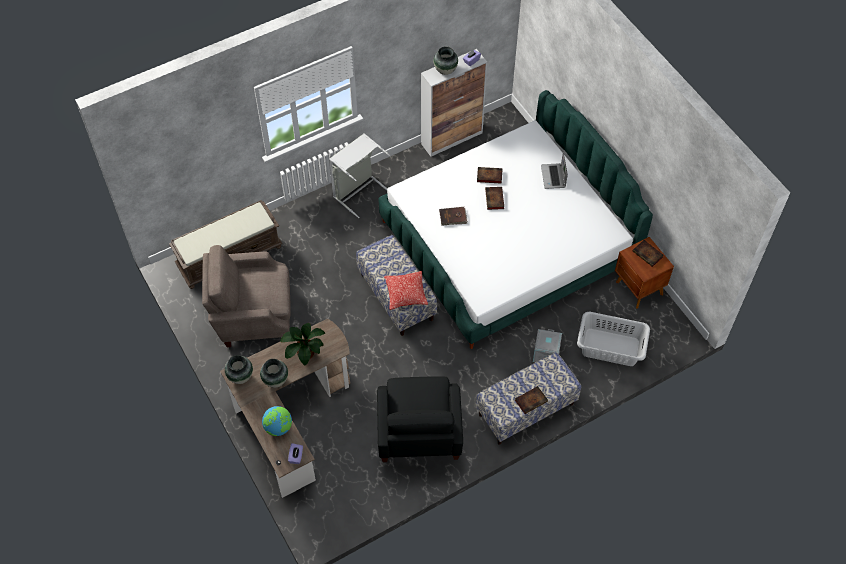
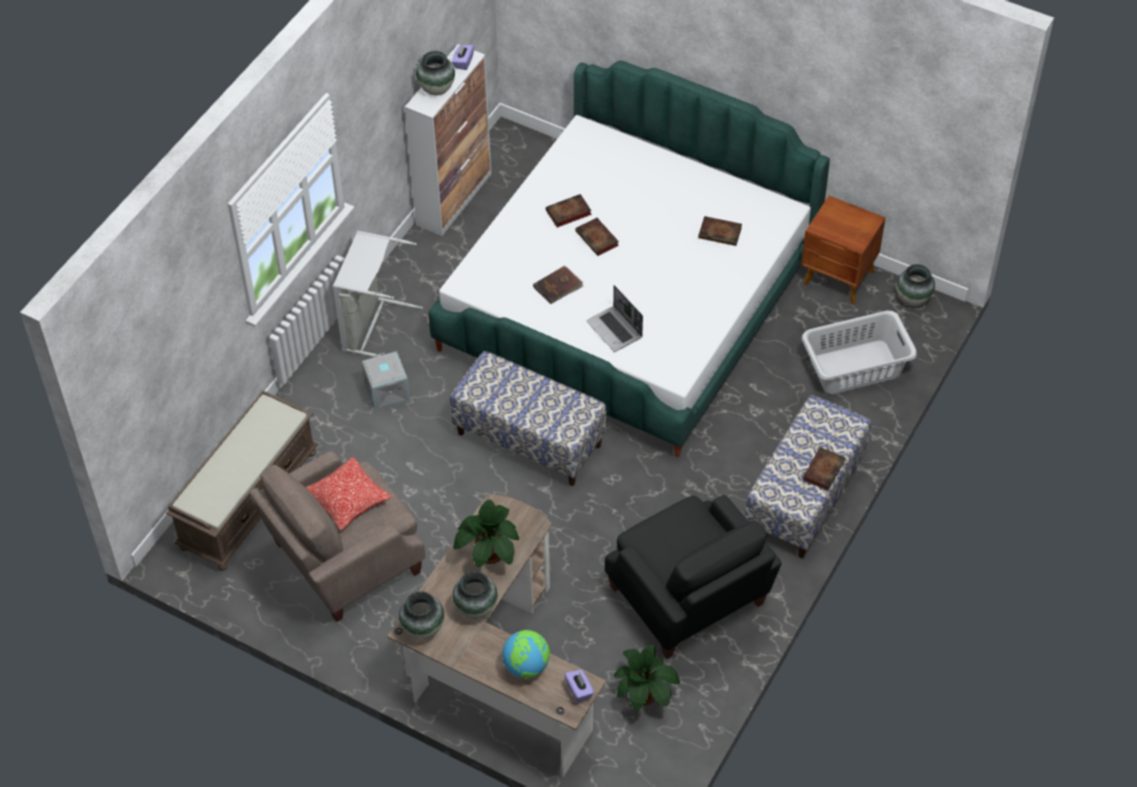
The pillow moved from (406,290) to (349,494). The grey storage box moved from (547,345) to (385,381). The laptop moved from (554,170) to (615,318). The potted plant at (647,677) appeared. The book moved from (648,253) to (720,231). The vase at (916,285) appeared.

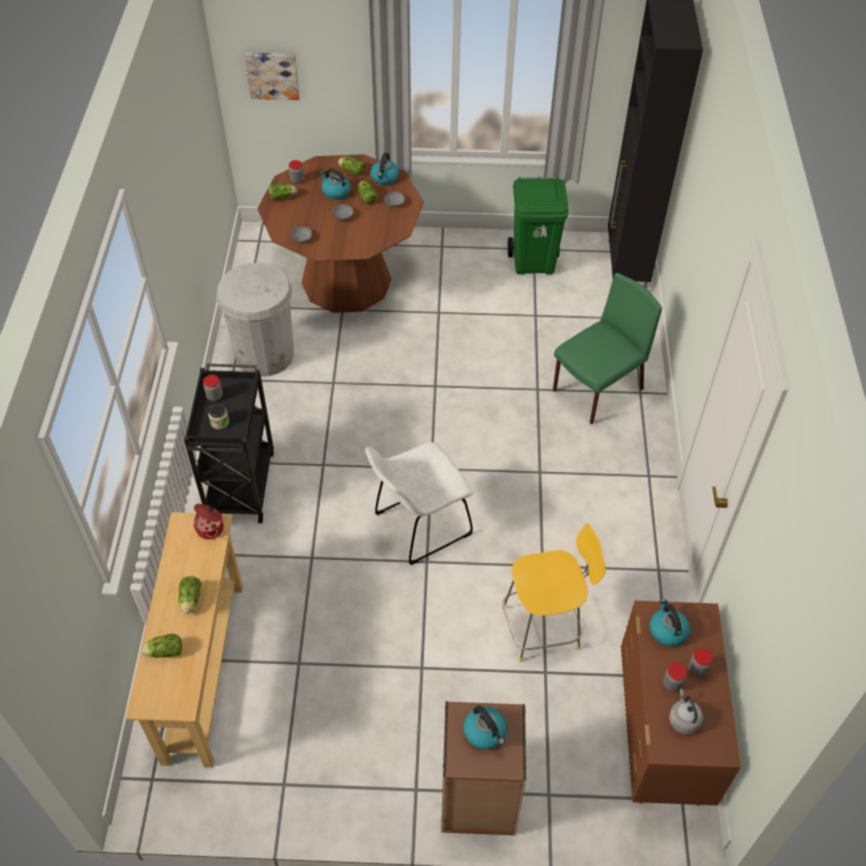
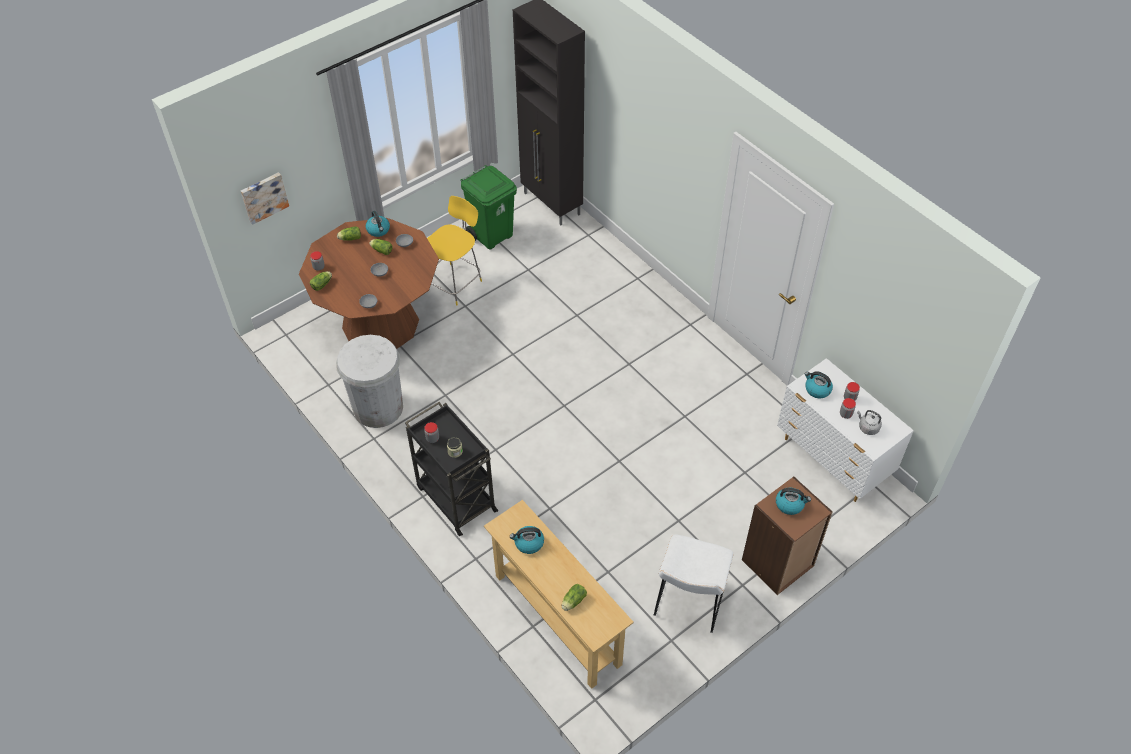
The yellow chair moved from (554,592) to (454,250). The kettle moved from (335,184) to (527,540). The white chair moved from (419,503) to (693,583). The brown dresser at (681,703) became the white dresser at (845,430). The lettuce at (189,595) disappeared. The cooking pot at (208,521) disappeared. The green chair at (607,348) disappeared.

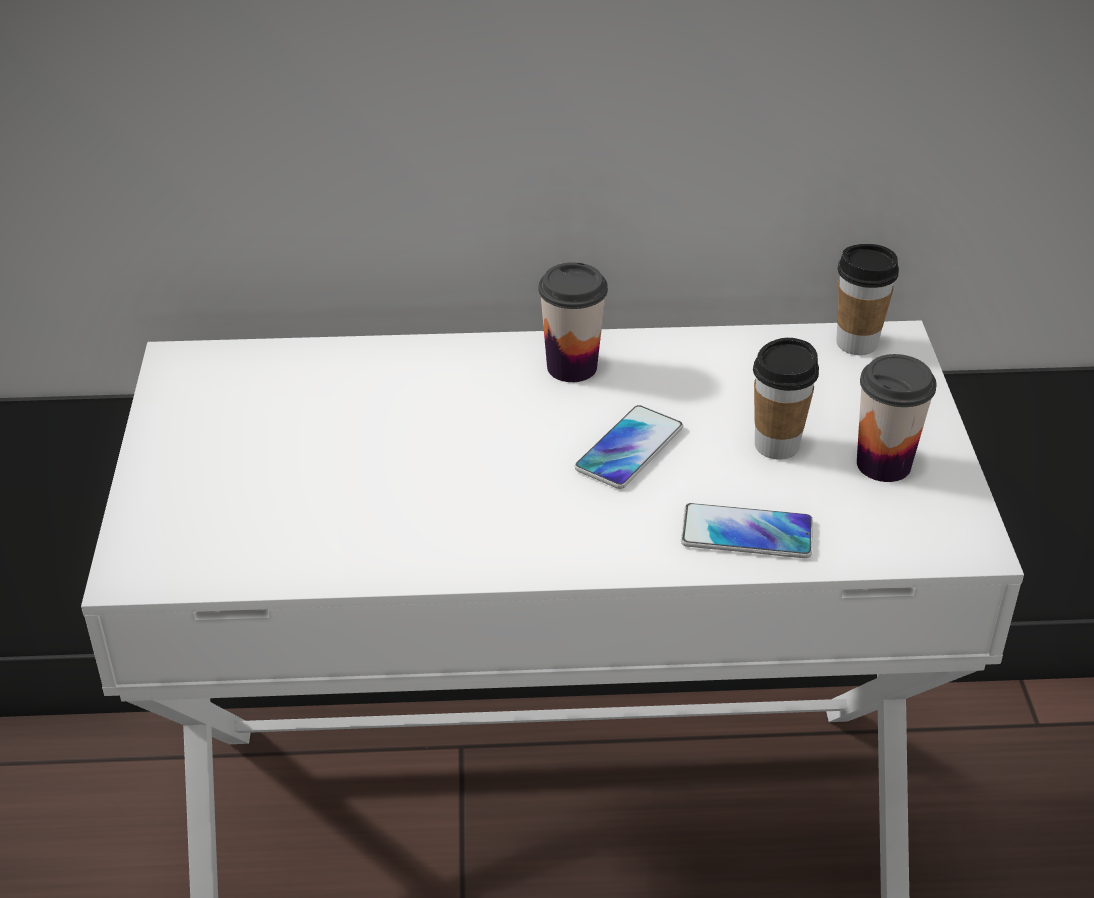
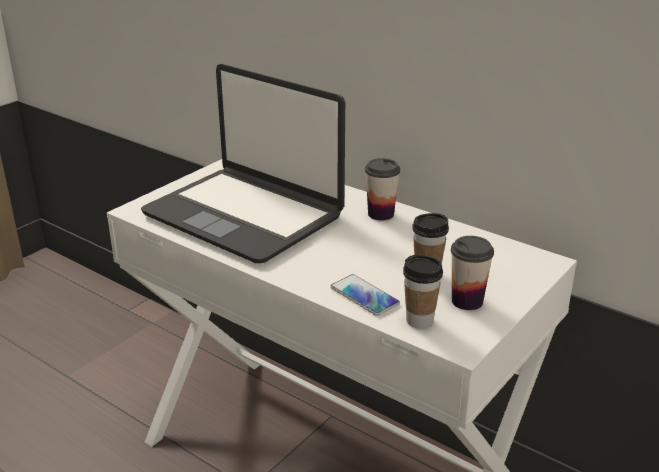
The laptop at (243,163) appeared. The cup moved from (867,299) to (423,292). The phone at (629,447) disappeared.

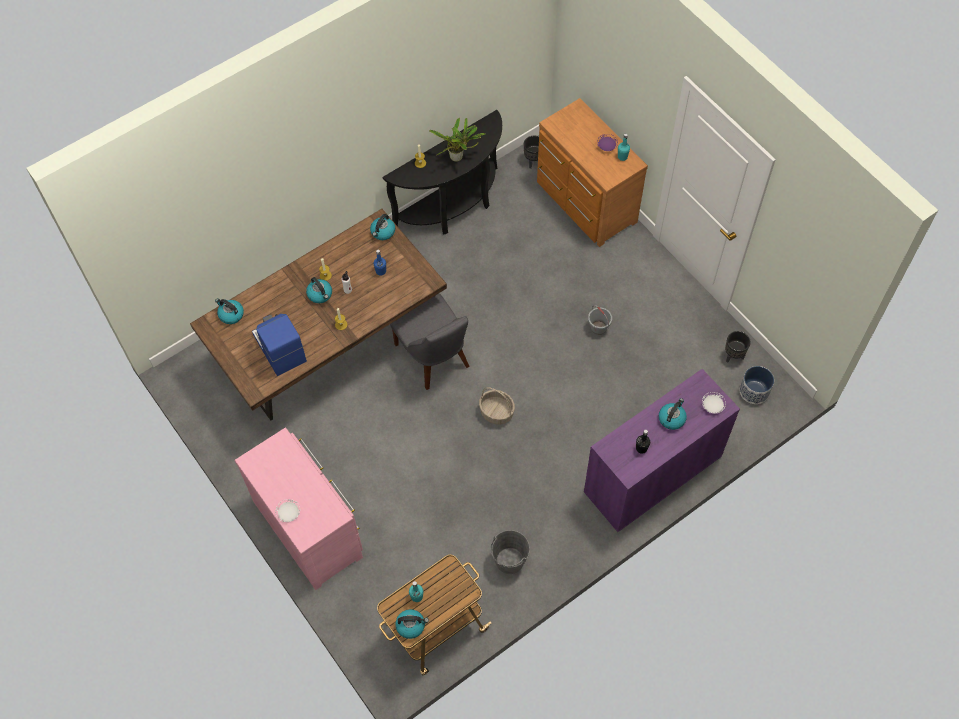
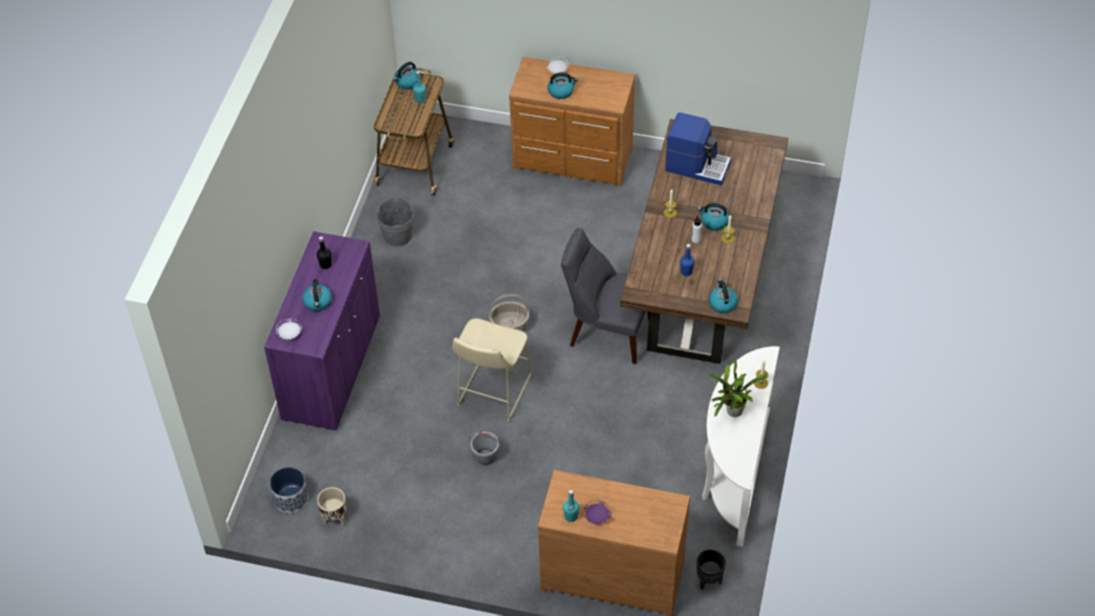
The black planter at (737,347) became the beige planter at (331,506). The beige stool at (492,369) appeared. The pink dresser at (298,509) became the brown dresser at (572,122). The kettle moved from (229,311) to (563,85). The black console table at (442,172) became the white console table at (741,446).

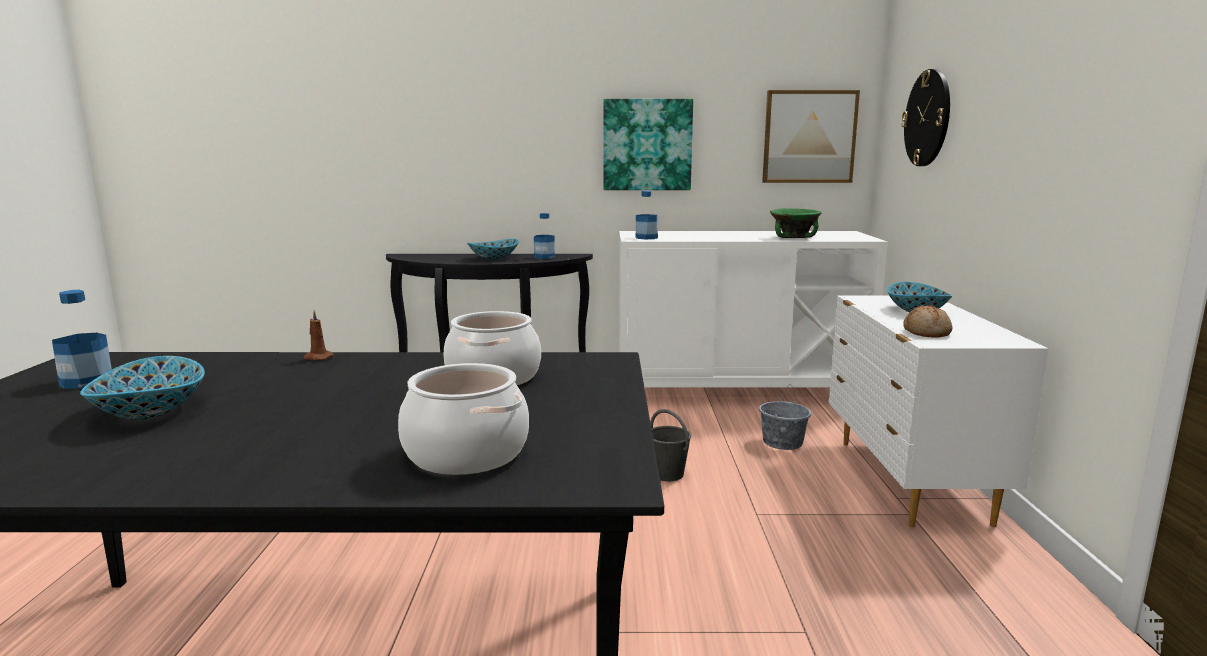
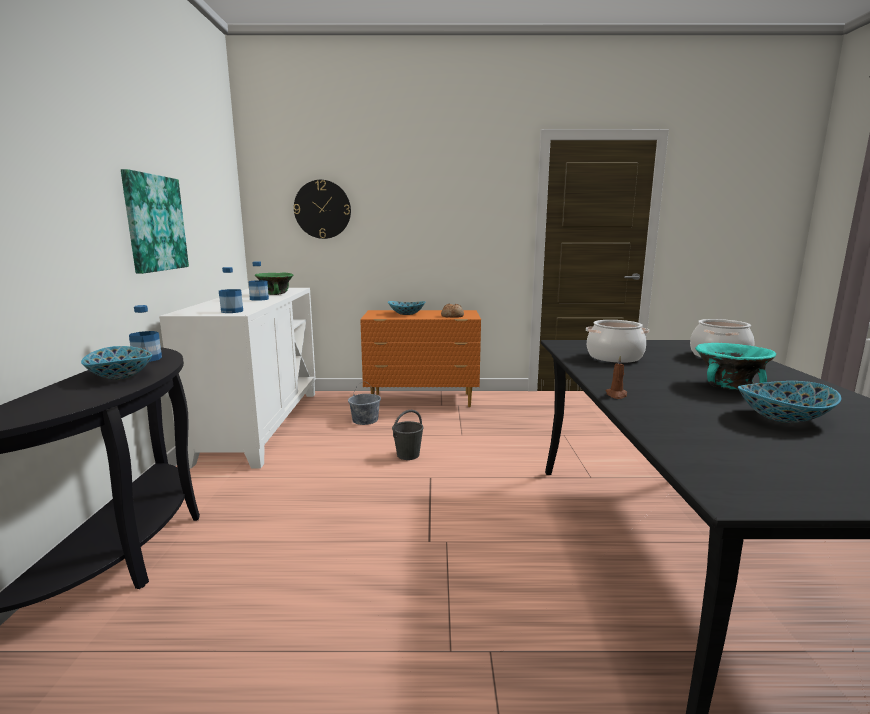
The bottle moved from (82,339) to (259,281). The white dresser at (938,411) became the orange dresser at (420,358). The turquoise bowl at (735,367) appeared. The picture at (811,136) disappeared.

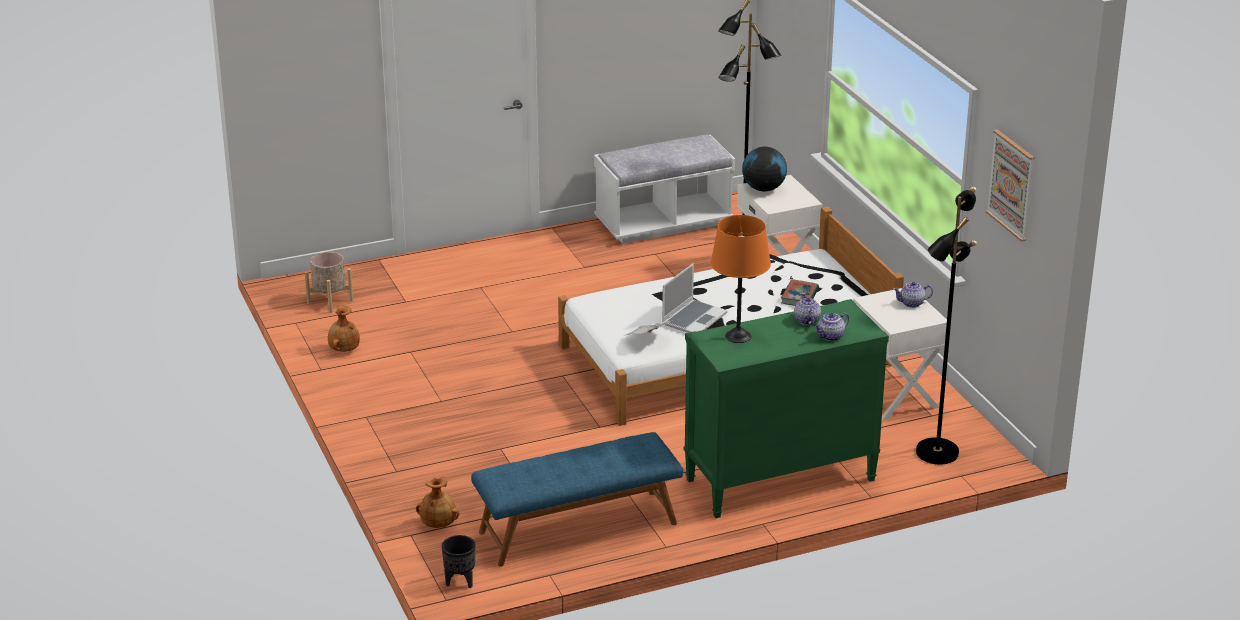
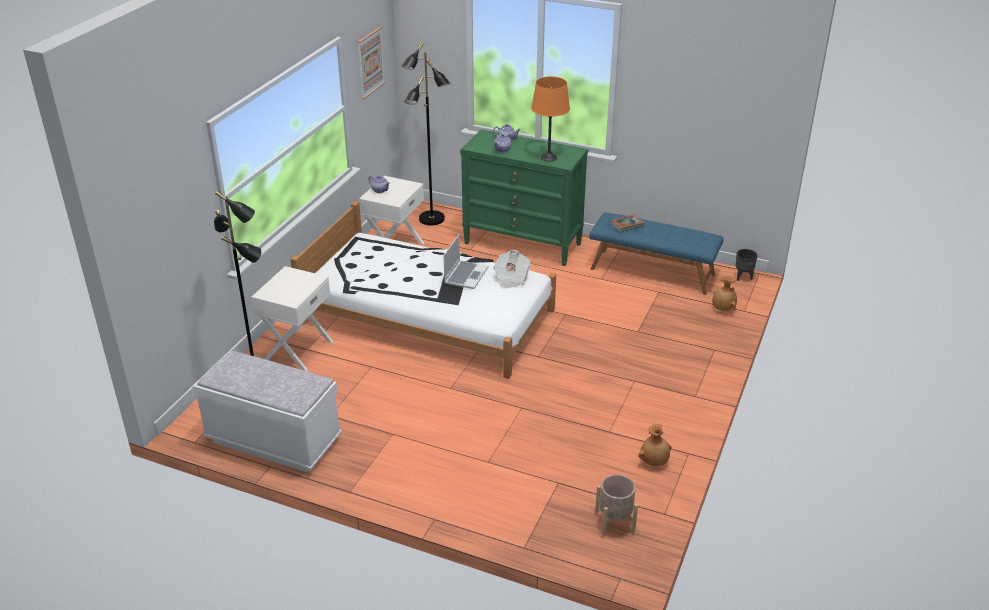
The laptop at (695,298) turned 120 degrees clockwise. The book moved from (800,292) to (627,223). The globe at (764,169) disappeared.

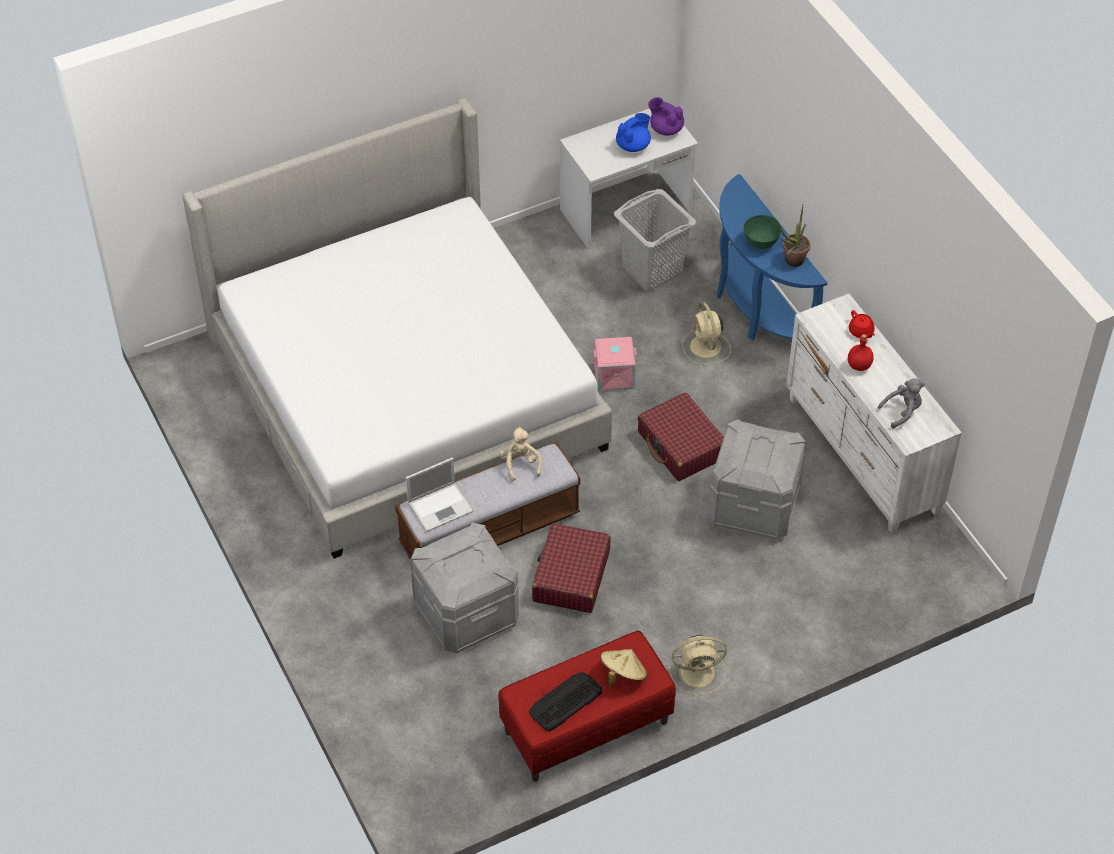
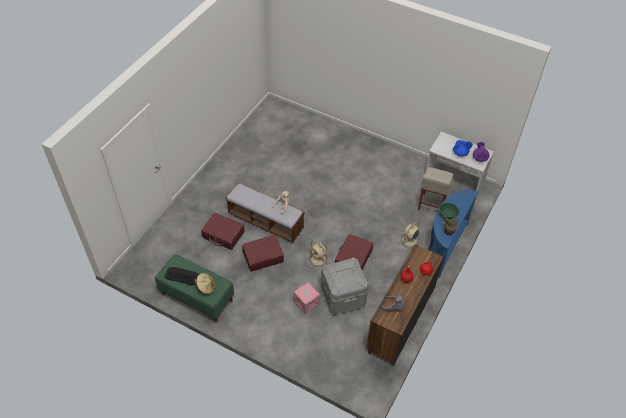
The red bench at (587,706) became the green bench at (194,288). The grey storage box at (464,588) was replaced by the red suitcase at (223,231). The pink storage box moved from (615,364) to (307,298). The beige fan moved from (697,665) to (319,254). The white dresser at (874,414) became the brown dresser at (404,305). The grey laundry basket at (655,240) was replaced by the beige stool at (435,188). The bed at (397,328) disappeared. The laptop at (439,495) disappeared.

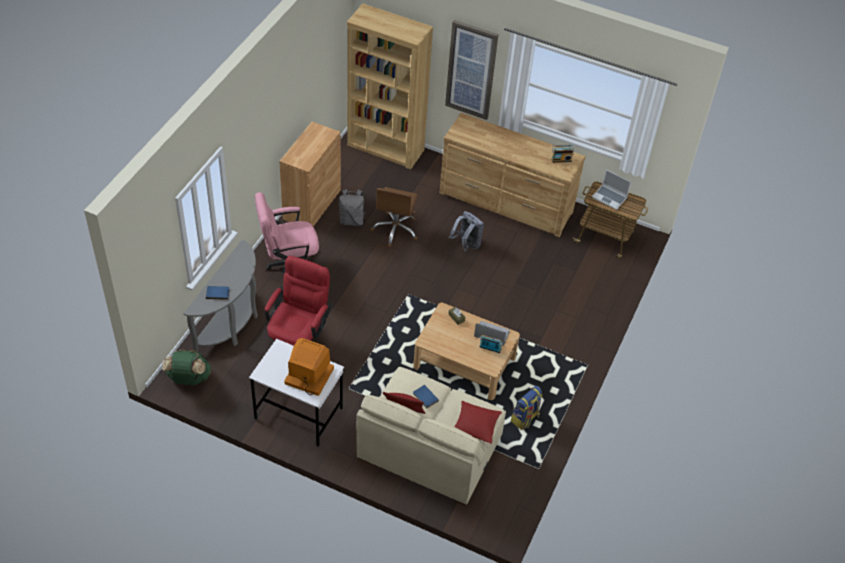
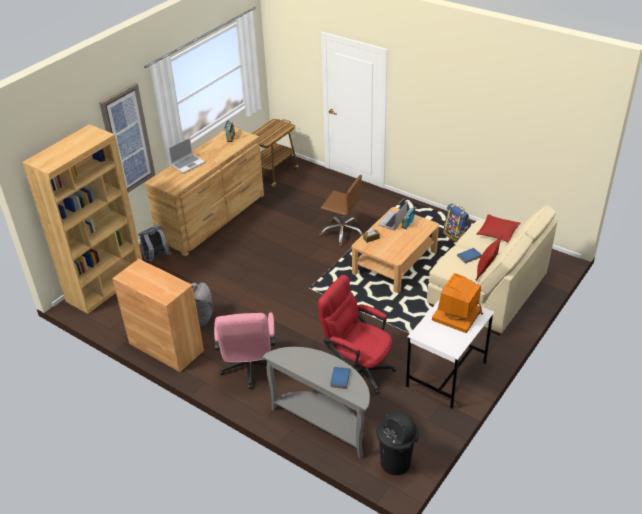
The grey backpack moved from (466,231) to (155,244). The laptop moved from (611,189) to (186,155). The brown office chair moved from (394,217) to (341,211). The green backpack at (186,367) was replaced by the black trash can at (397,443).

